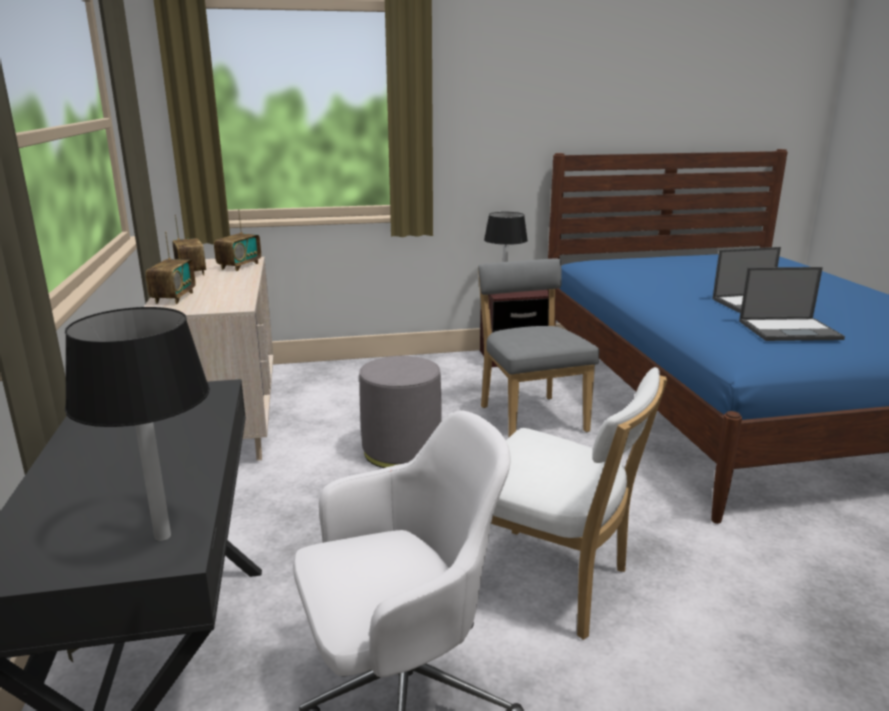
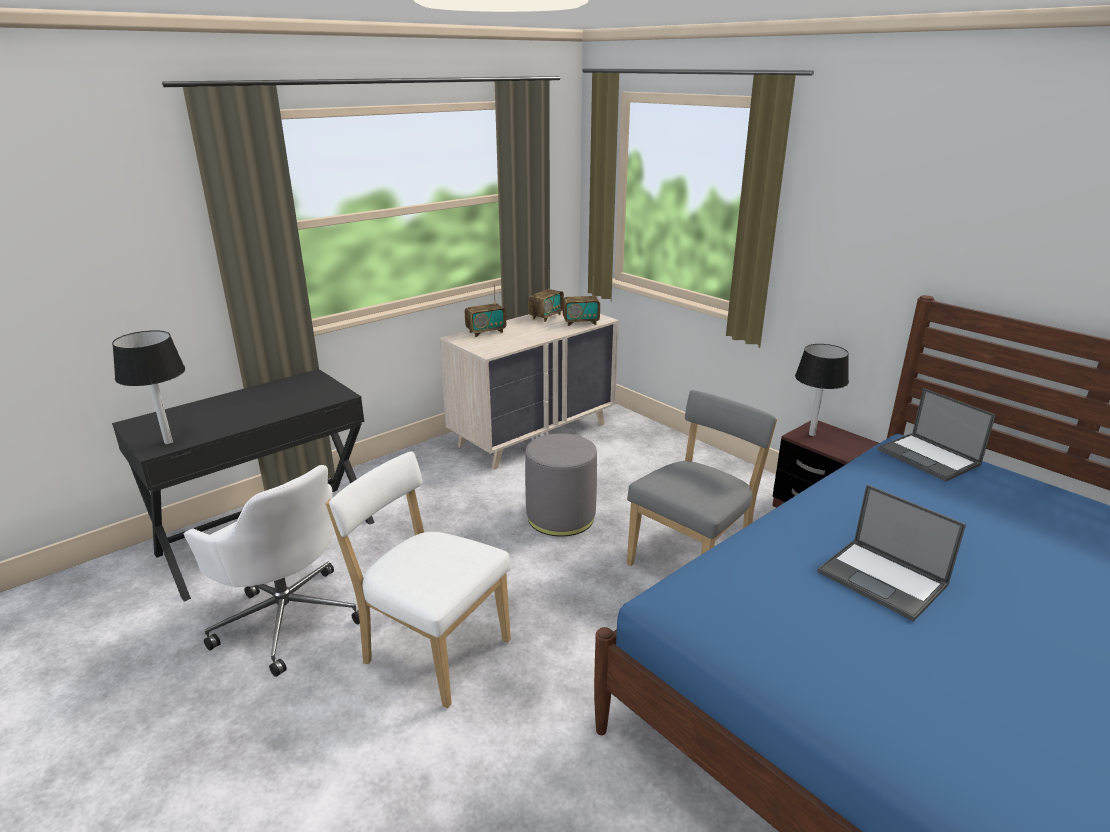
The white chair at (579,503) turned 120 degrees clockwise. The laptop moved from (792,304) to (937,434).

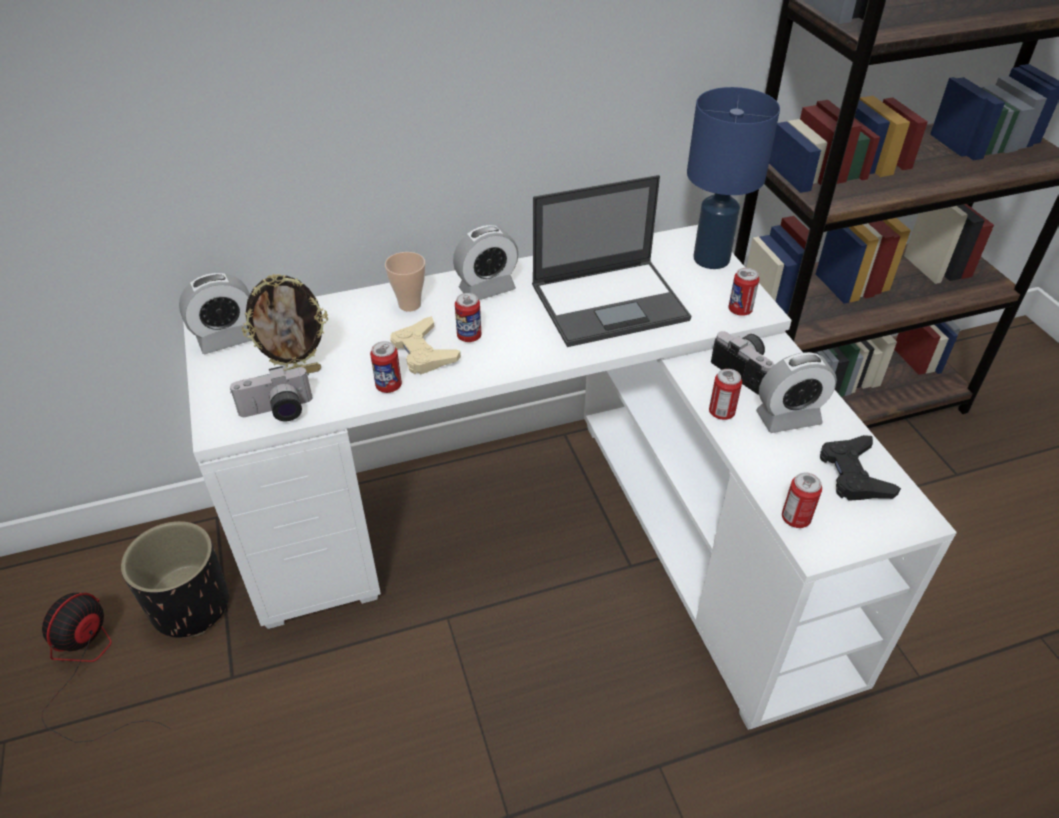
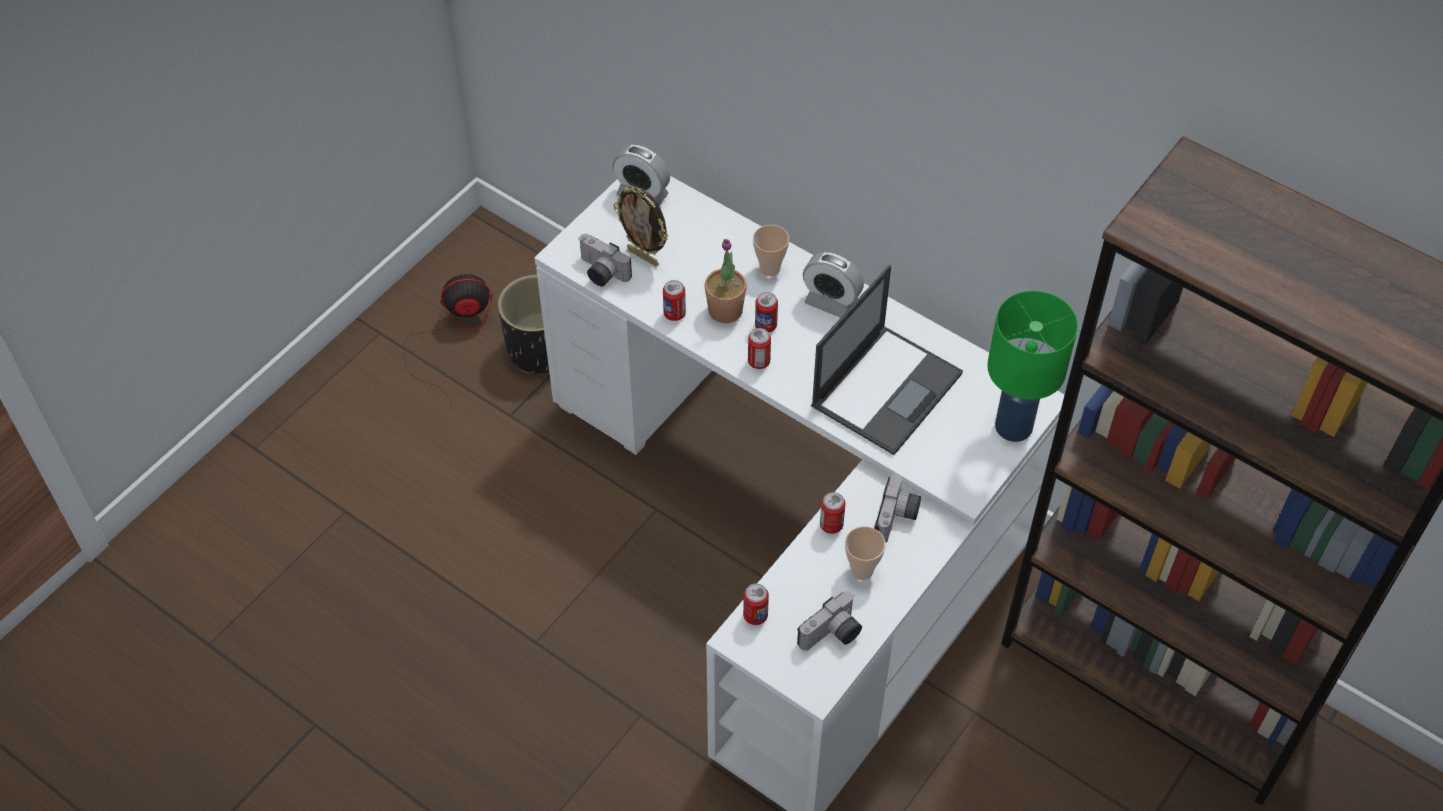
The beige game controller at (425,345) was replaced by the potted plant at (726,281). The can moved from (743,292) to (759,348). The black game controller at (860,468) was replaced by the photo camera at (829,621). The laptop at (611,261) turned 90 degrees counterclockwise. The alarm clock at (796,392) was replaced by the cup at (865,553). The blue table lamp at (733,178) became the green table lamp at (1032,366).

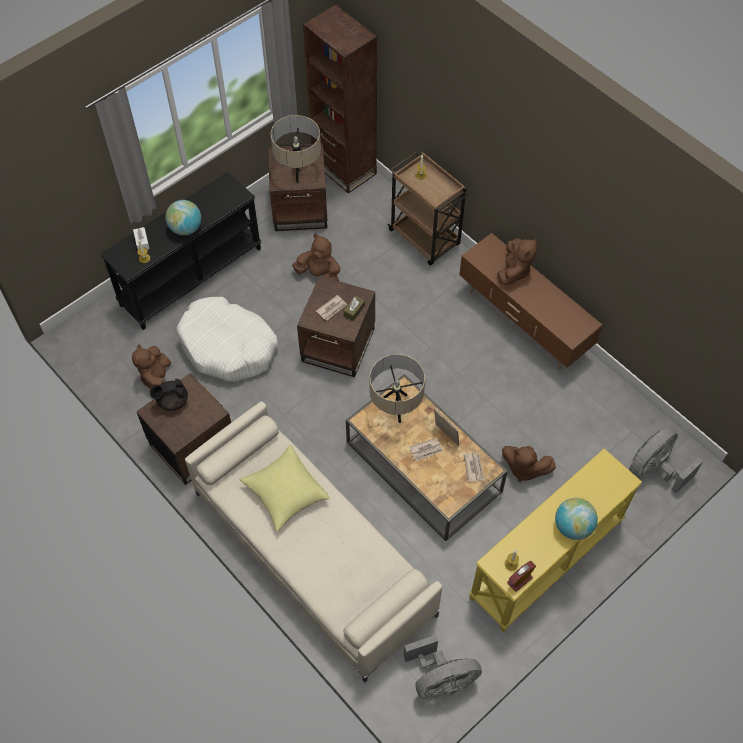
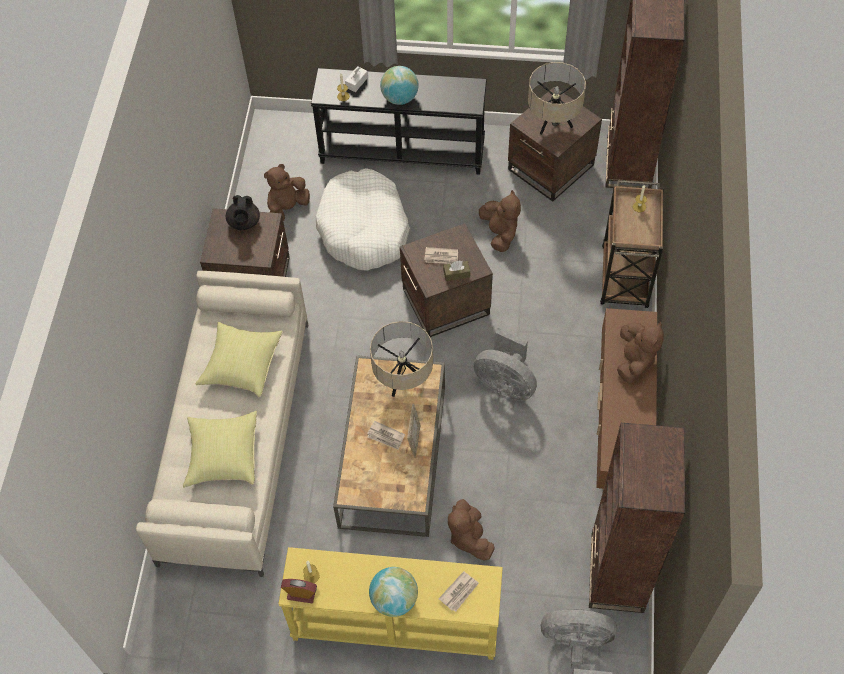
The yellow pillow at (220,449) appeared. The black teapot at (169,395) turned 120 degrees counterclockwise. The newspaper moved from (474,467) to (459,591). The grey fan moved from (442,666) to (505,364). The brown bookcase at (637,518) appeared. The brown plush toy at (517,261) turned 60 degrees counterclockwise.

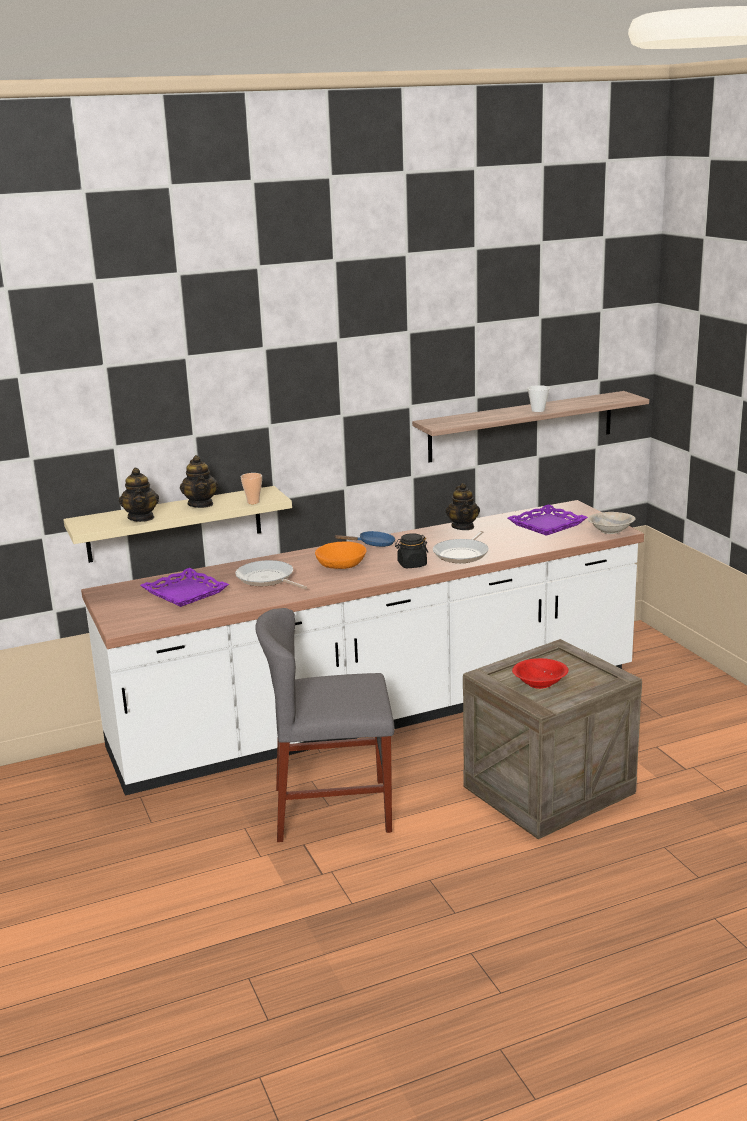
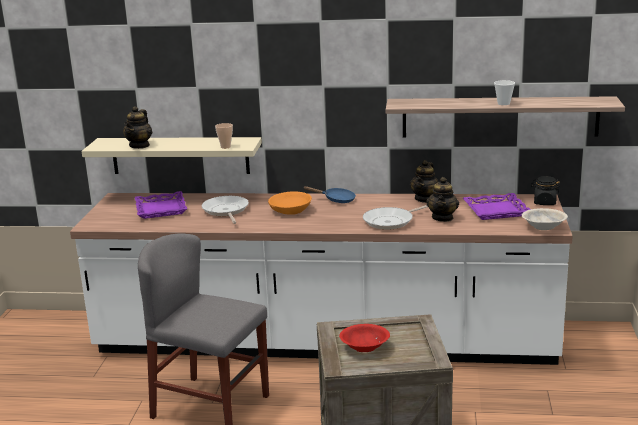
The teapot moved from (199,481) to (442,199). The black jar moved from (411,550) to (545,190).

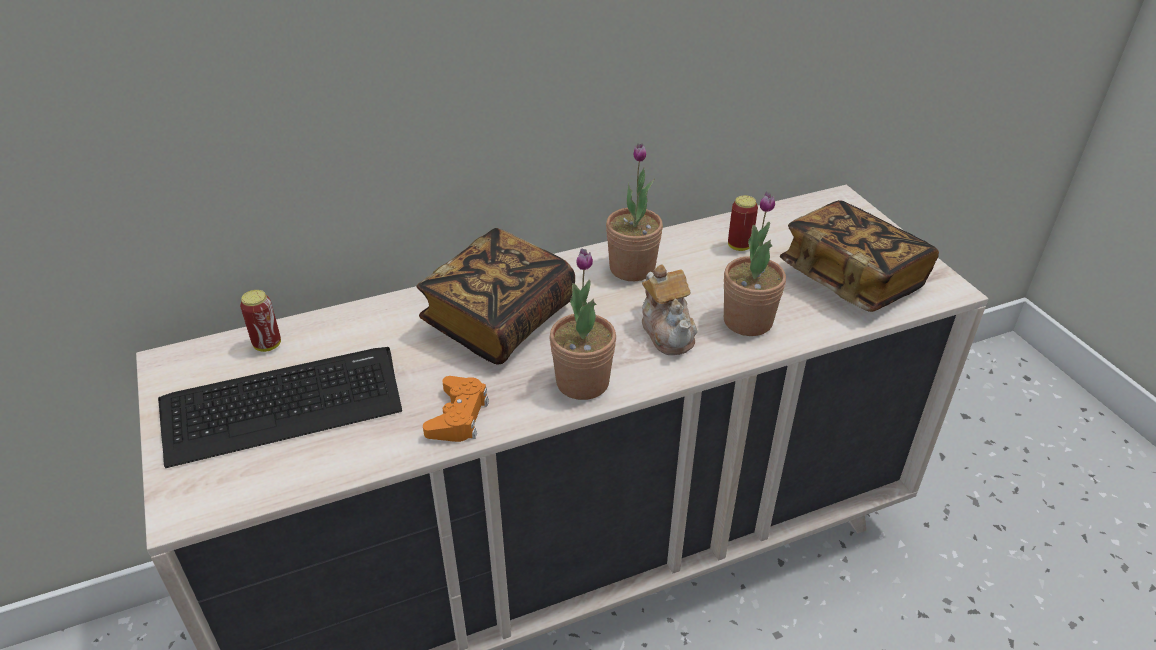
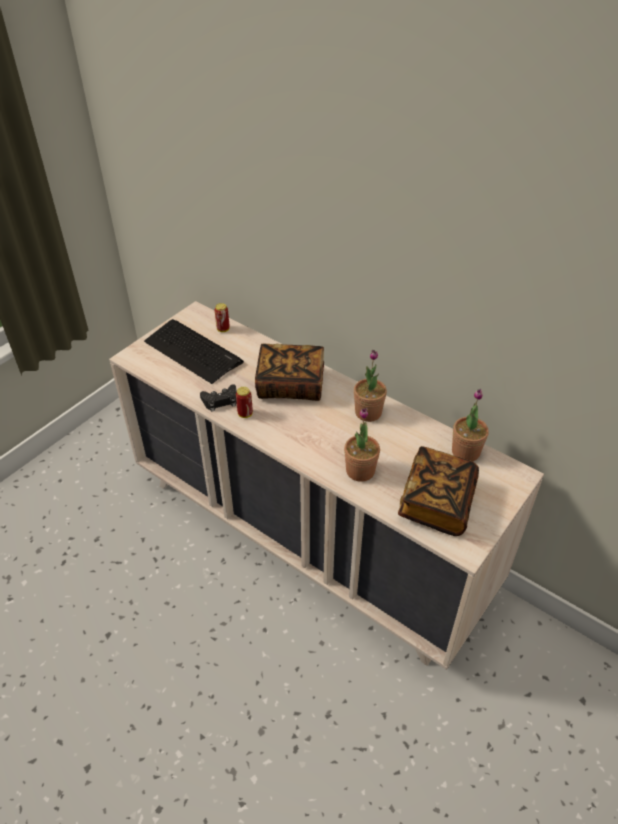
The orange game controller at (456,409) became the black game controller at (218,398). The can moved from (743,223) to (244,402). The potted plant moved from (583,324) to (470,425). The teapot at (669,310) disappeared.

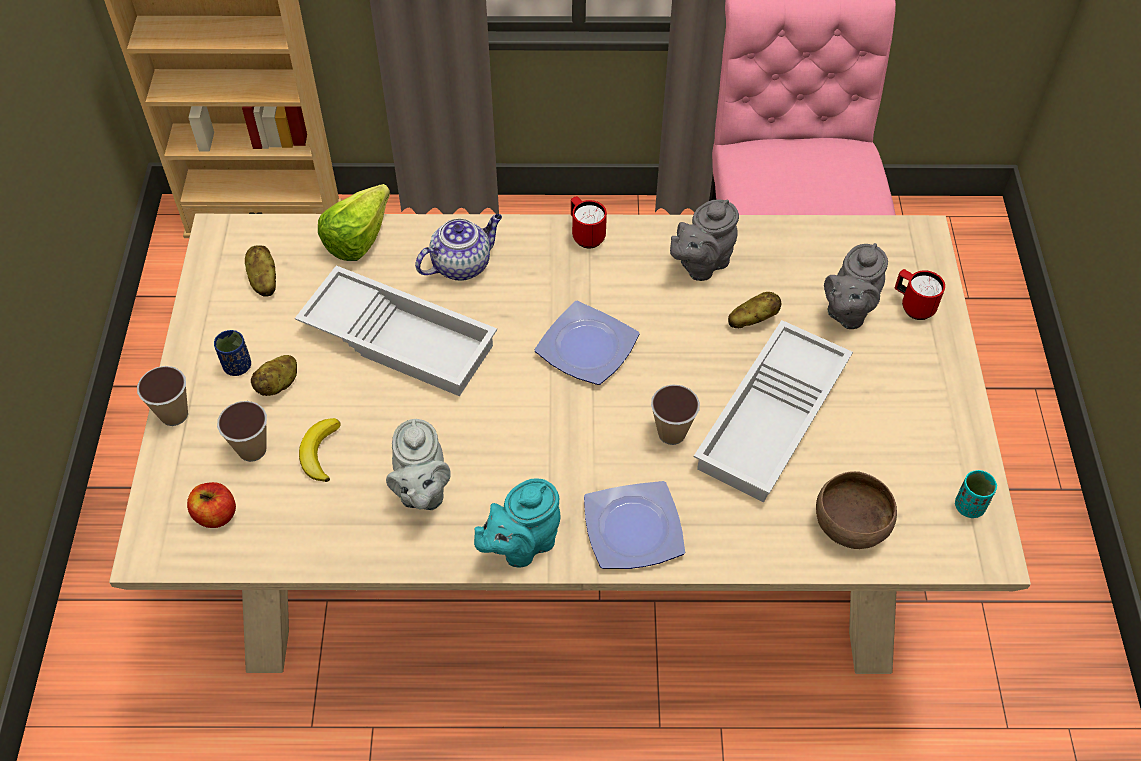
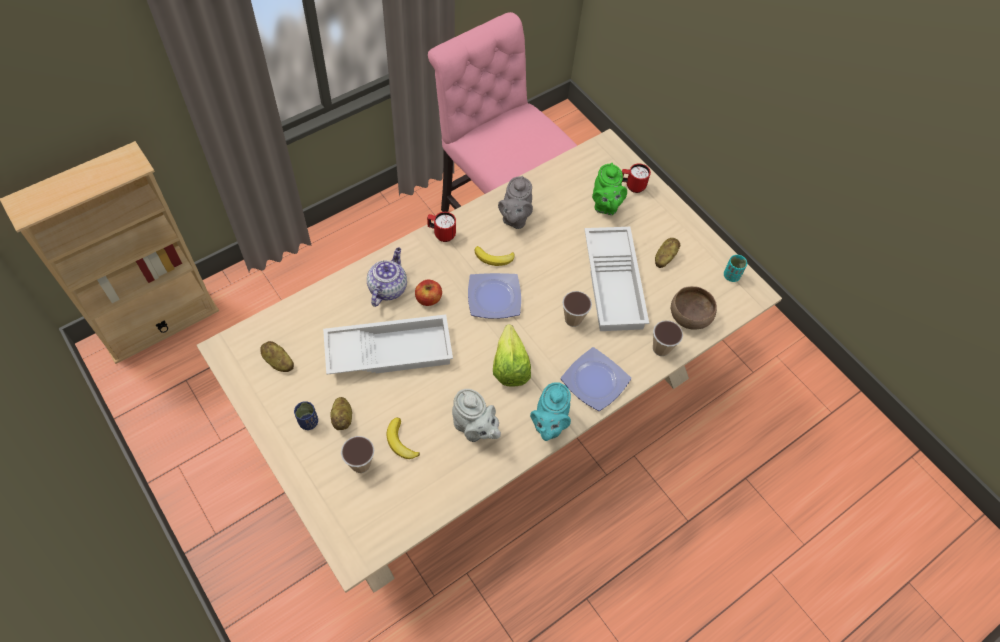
The apple moved from (211,505) to (428,293). The banana at (494,256) appeared. The lettuce moved from (354,222) to (512,355). The grey teapot at (856,286) became the green teapot at (609,189). The cup moved from (162,396) to (668,338). The potato moved from (754,310) to (667,253).

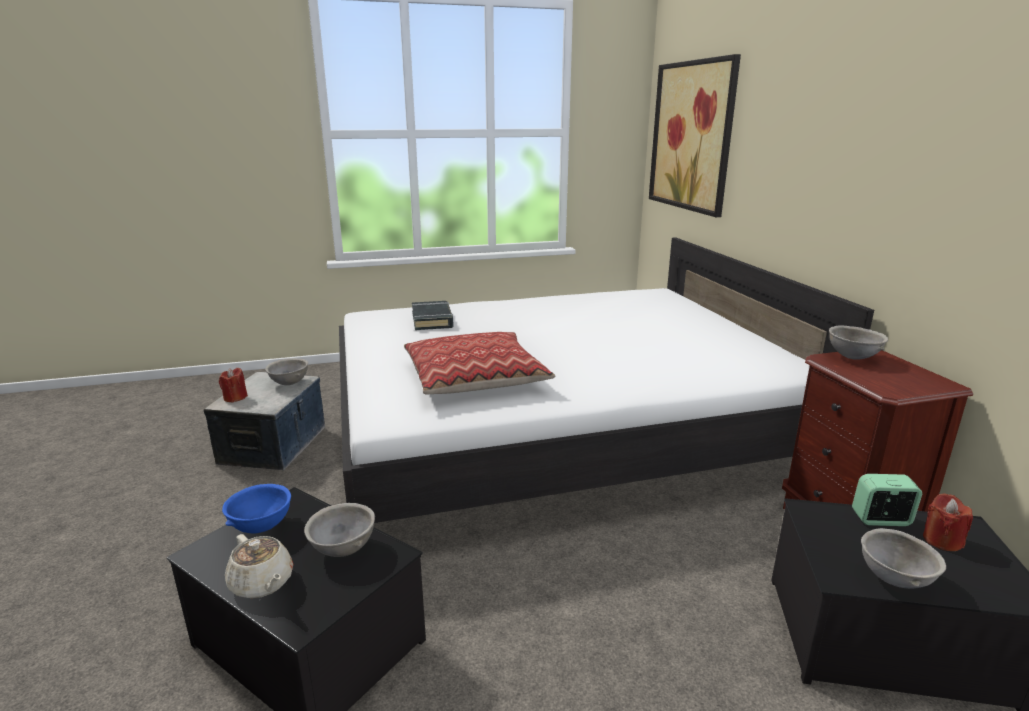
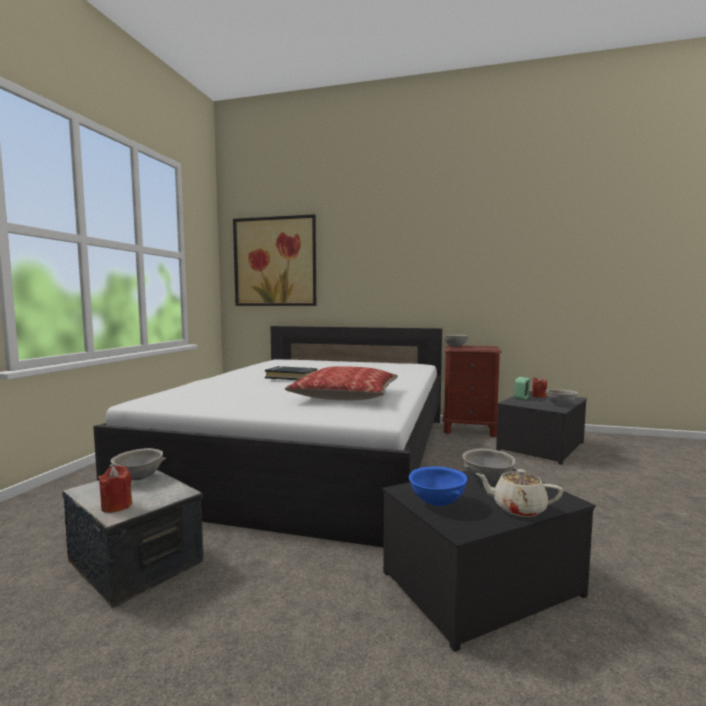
The black book moved from (432,315) to (291,373). The beige teapot at (259,566) turned 150 degrees counterclockwise.

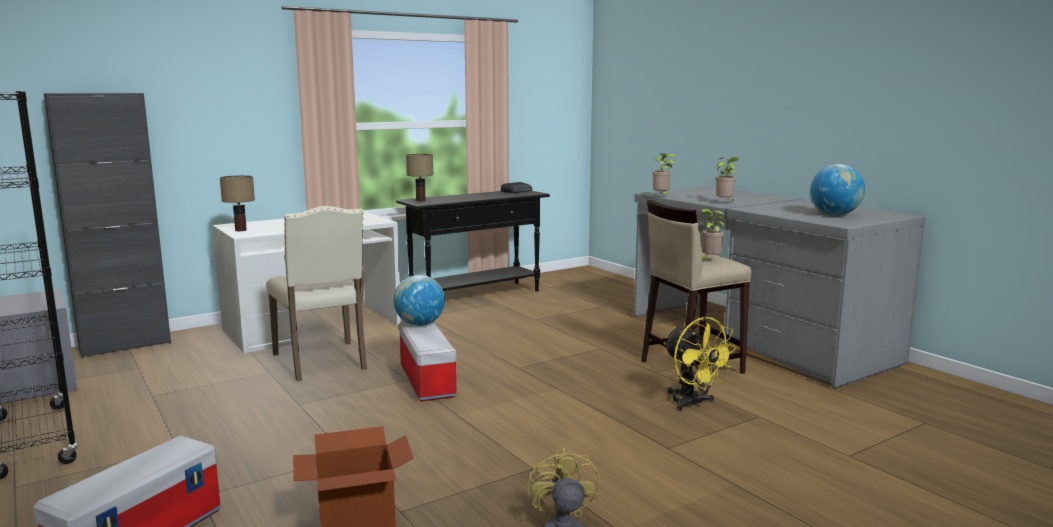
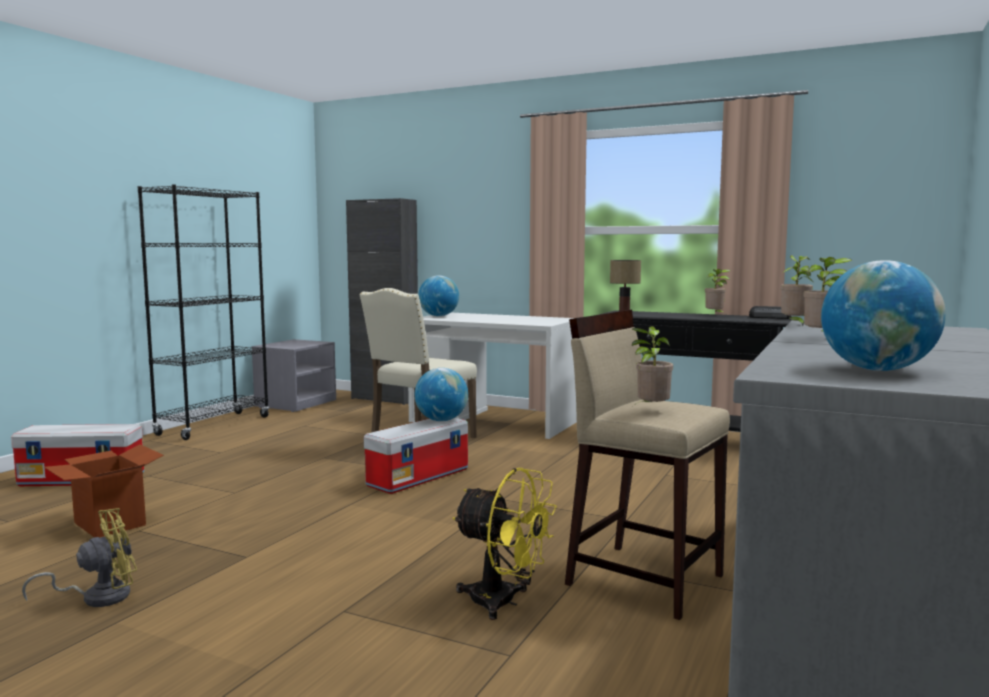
The table lamp at (237,203) was replaced by the globe at (438,295). The yellow fan at (700,363) turned 90 degrees counterclockwise. The potted plant at (718,292) appeared.

